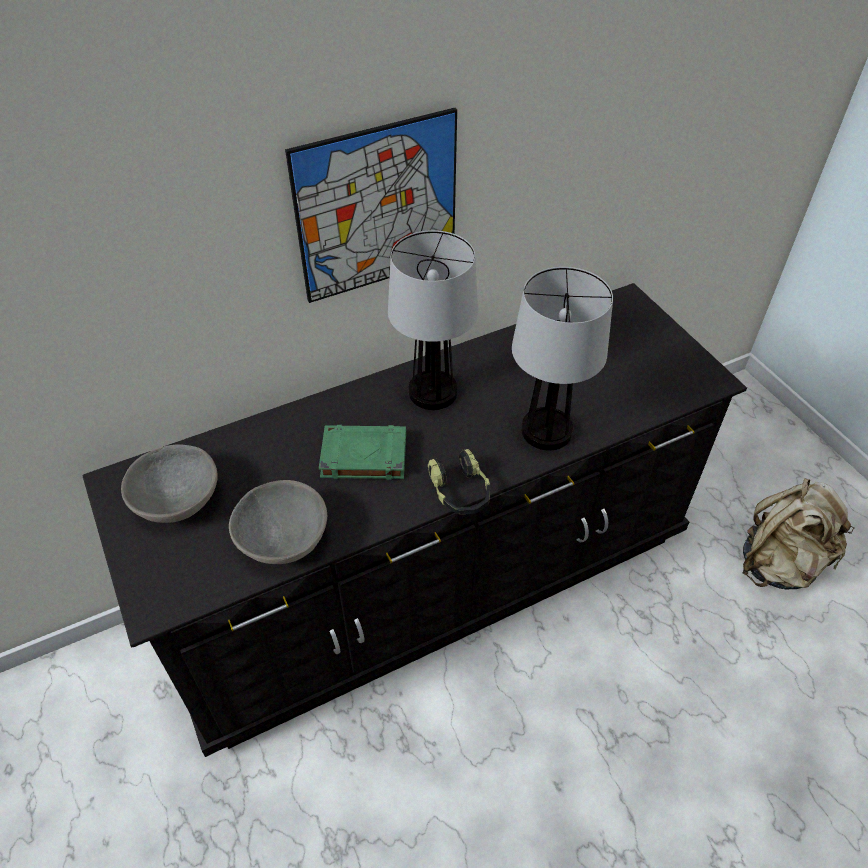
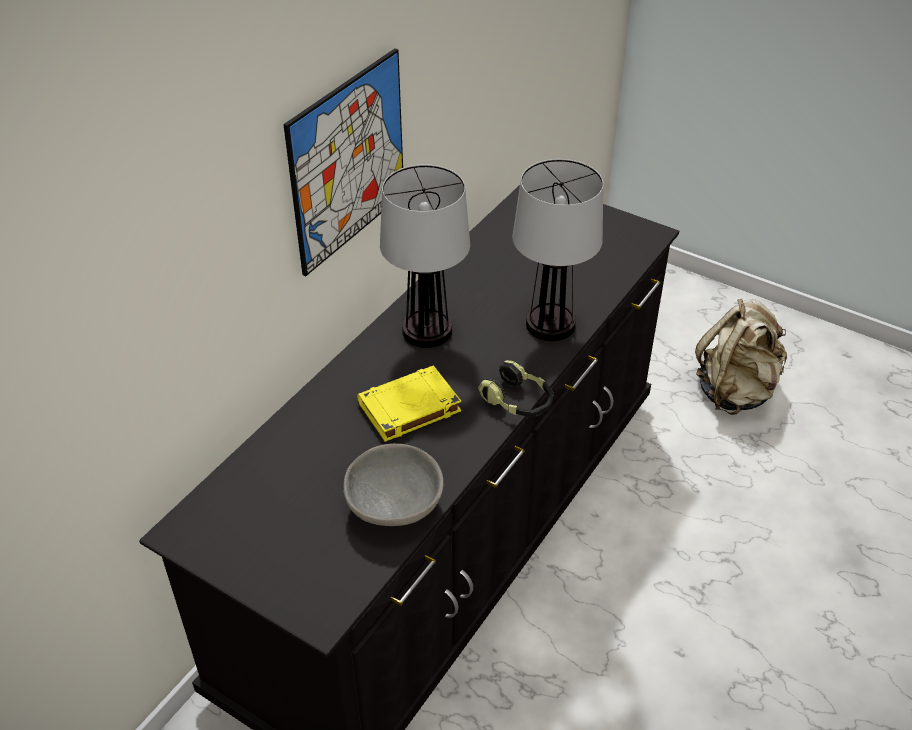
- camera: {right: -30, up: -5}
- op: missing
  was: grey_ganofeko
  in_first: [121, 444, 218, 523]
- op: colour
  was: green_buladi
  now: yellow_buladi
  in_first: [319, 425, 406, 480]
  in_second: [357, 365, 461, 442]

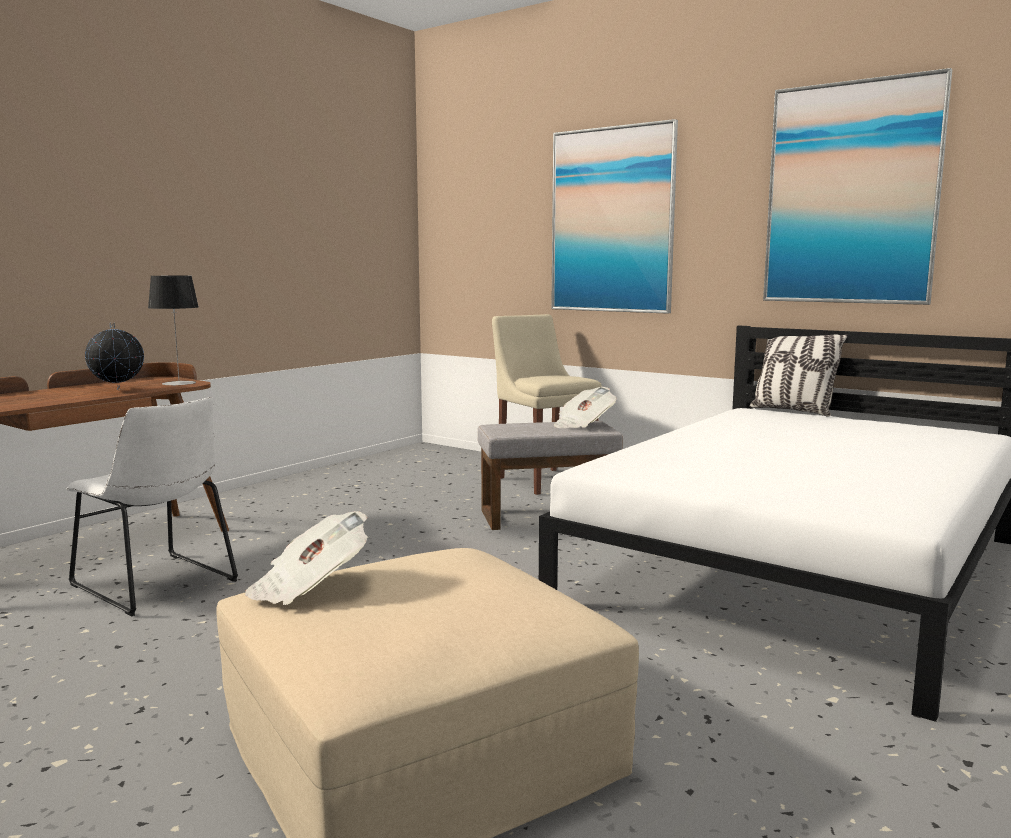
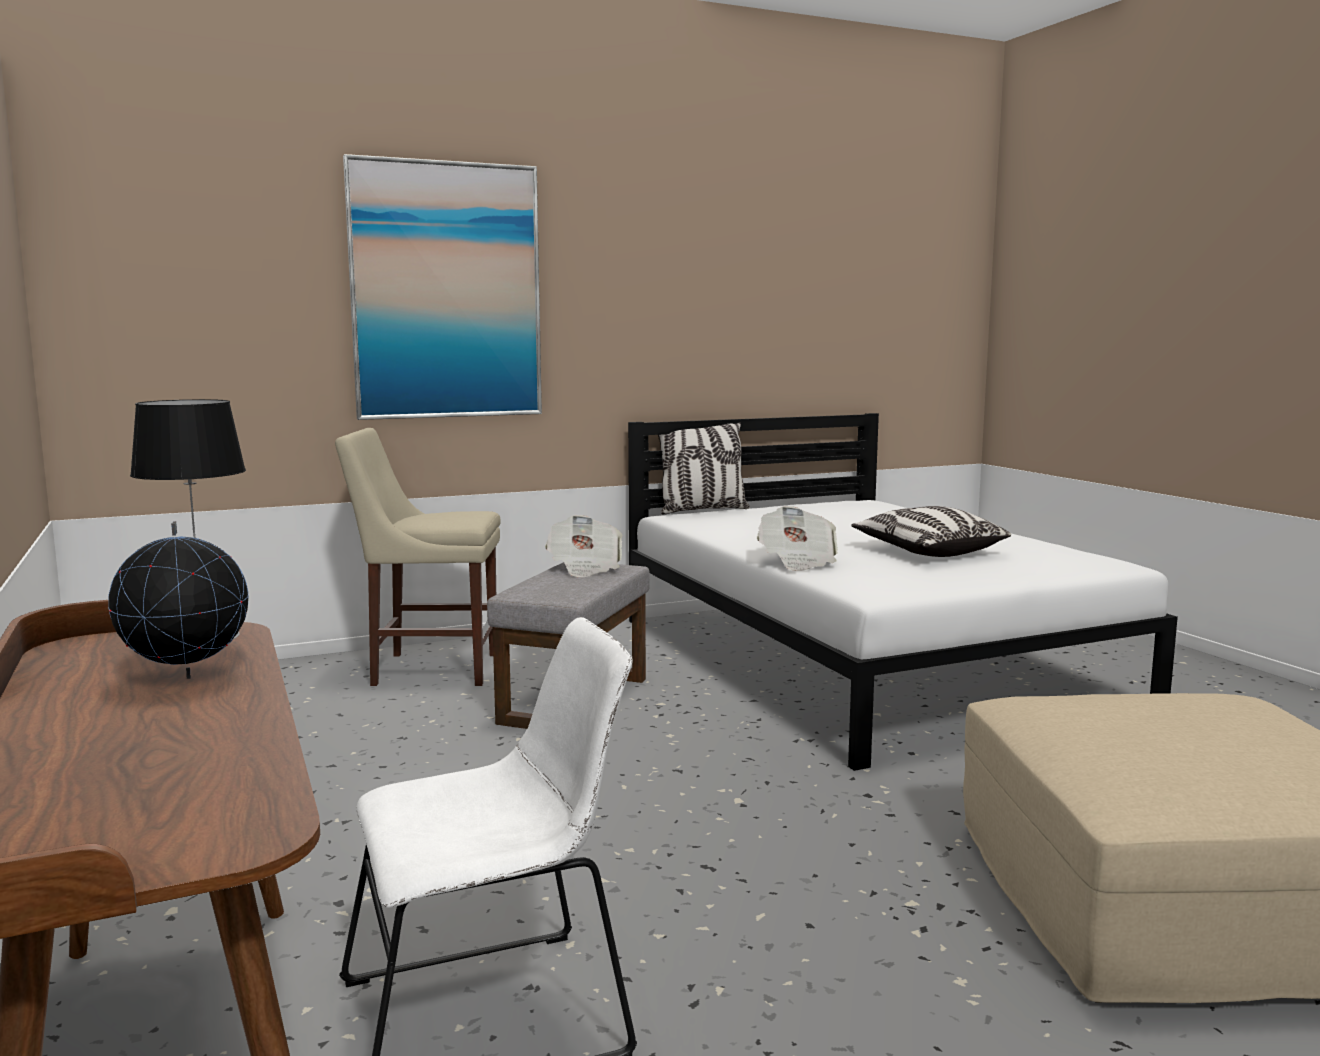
- camera: {right: -60, up: 0}
- op: relocated
  was: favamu
  in_first: [245, 511, 368, 605]
  in_second: [757, 506, 838, 571]
- op: missing
  was: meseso
  in_first: [763, 68, 952, 305]
- op: appeared
  now: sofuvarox
  in_second: [851, 506, 1011, 557]

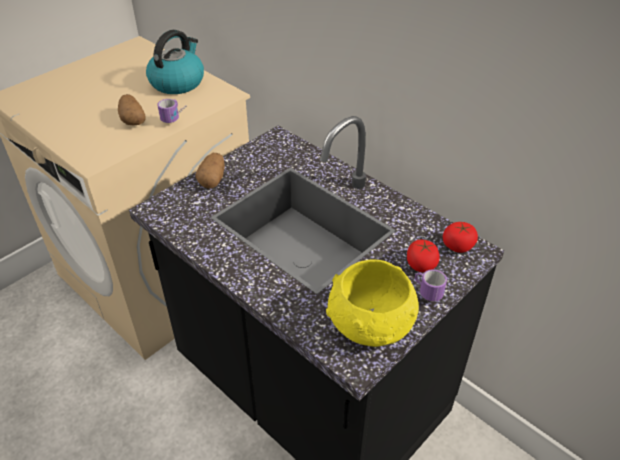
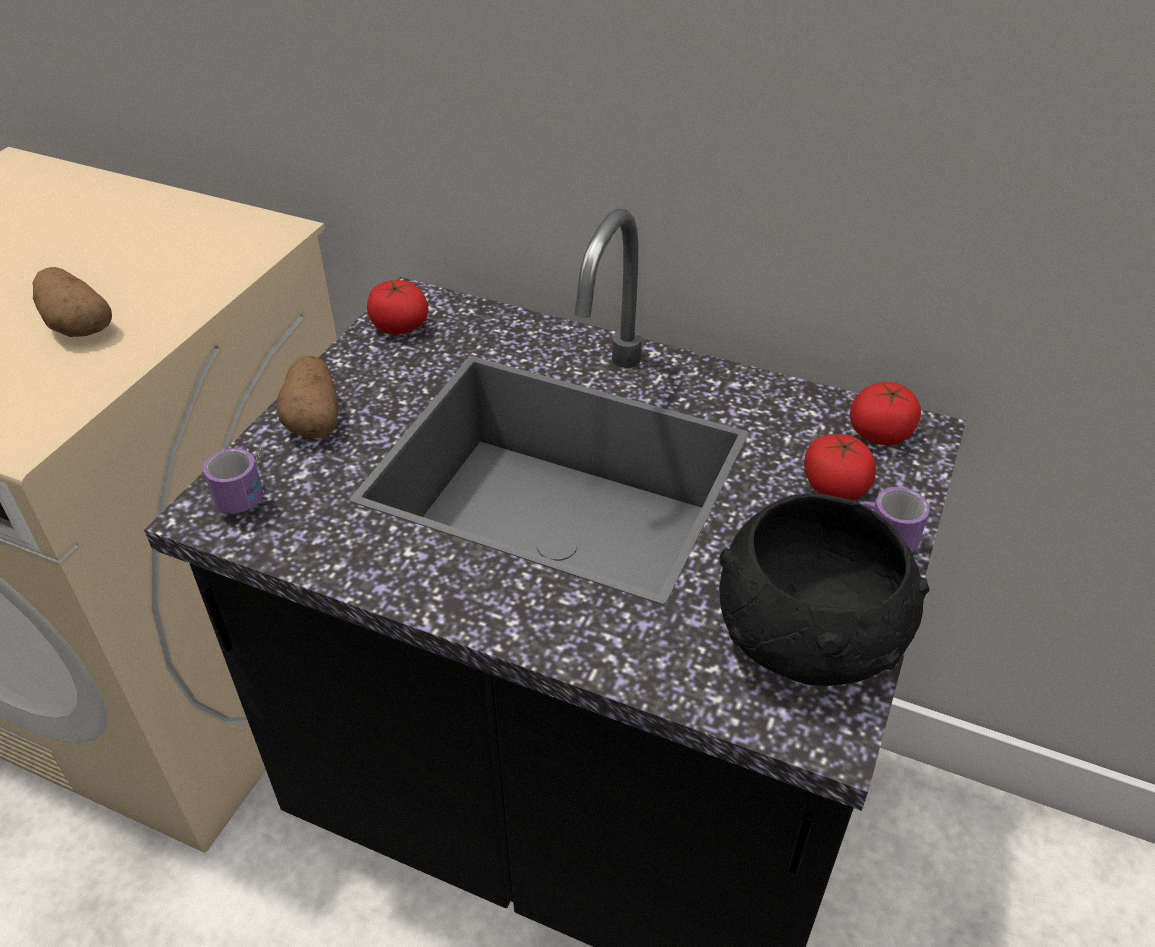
- camera: {right: -20, up: 0}
- op: missing
  was: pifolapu
  in_first: [146, 30, 204, 94]
- op: relocated
  was: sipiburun
  in_first: [157, 99, 187, 123]
  in_second: [203, 446, 263, 513]
- op: colour
  was: yellow_ganofeko
  now: black_ganofeko
  in_first: [326, 259, 419, 347]
  in_second: [719, 493, 929, 686]
- op: appeared
  now: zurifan
  in_second: [367, 280, 428, 334]

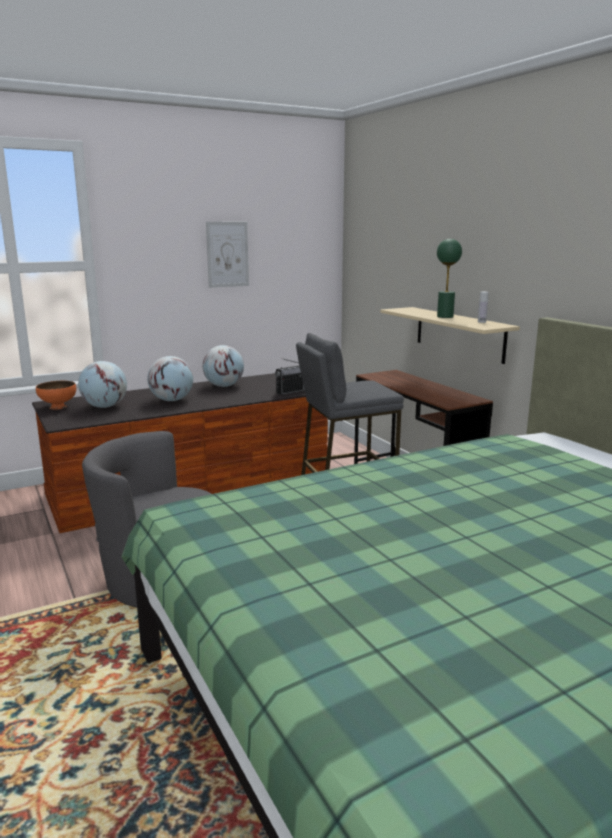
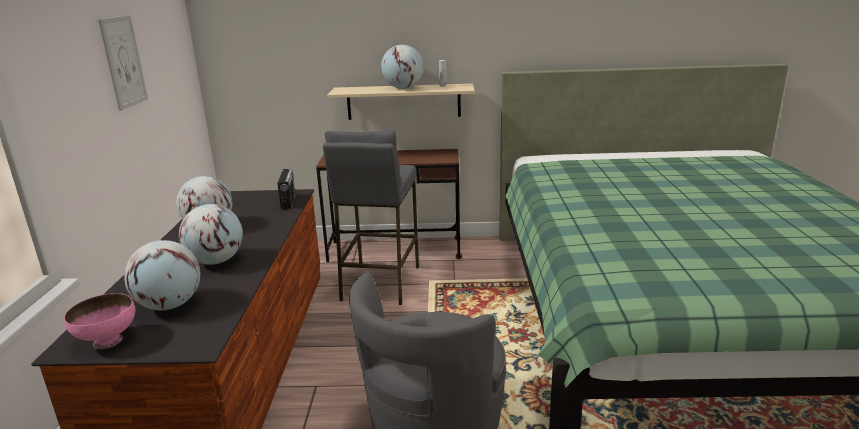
- camera: {right: -60, up: 5}
- op: colour
  was: orange_ganofeko
  now: pink_ganofeko
  in_first: [36, 381, 76, 410]
  in_second: [64, 293, 135, 349]
- op: exchanged
  was: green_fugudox
  now: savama
  in_first: [437, 239, 462, 318]
  in_second: [381, 45, 424, 89]

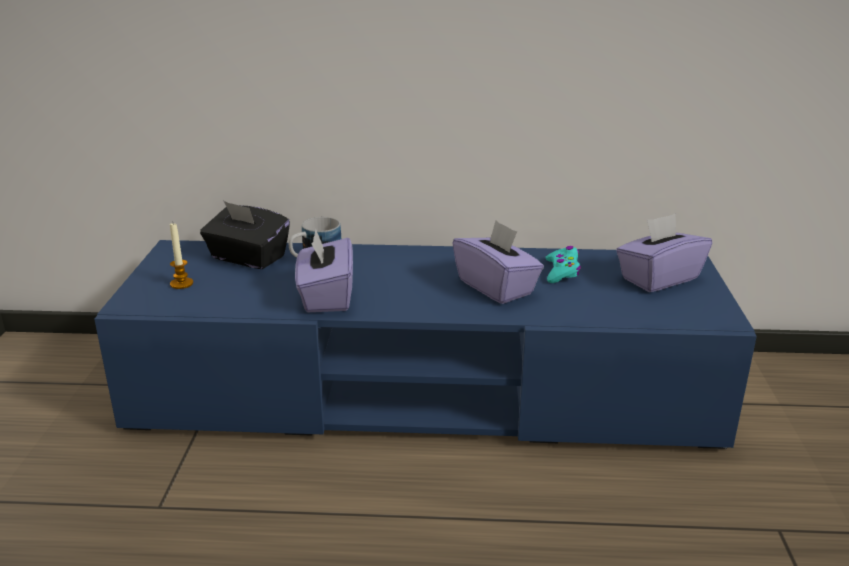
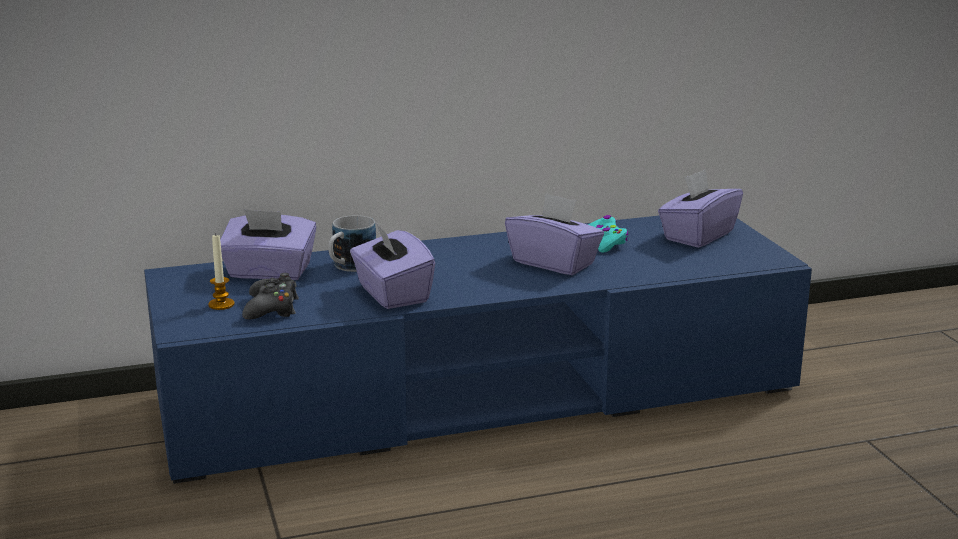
- camera: {right: -20, up: -5}
- op: colour
  was: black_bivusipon
  now: purple_bivusipon
  in_first: [200, 201, 290, 269]
  in_second: [220, 209, 317, 280]
- op: appeared
  now: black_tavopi
  in_second: [242, 273, 299, 319]

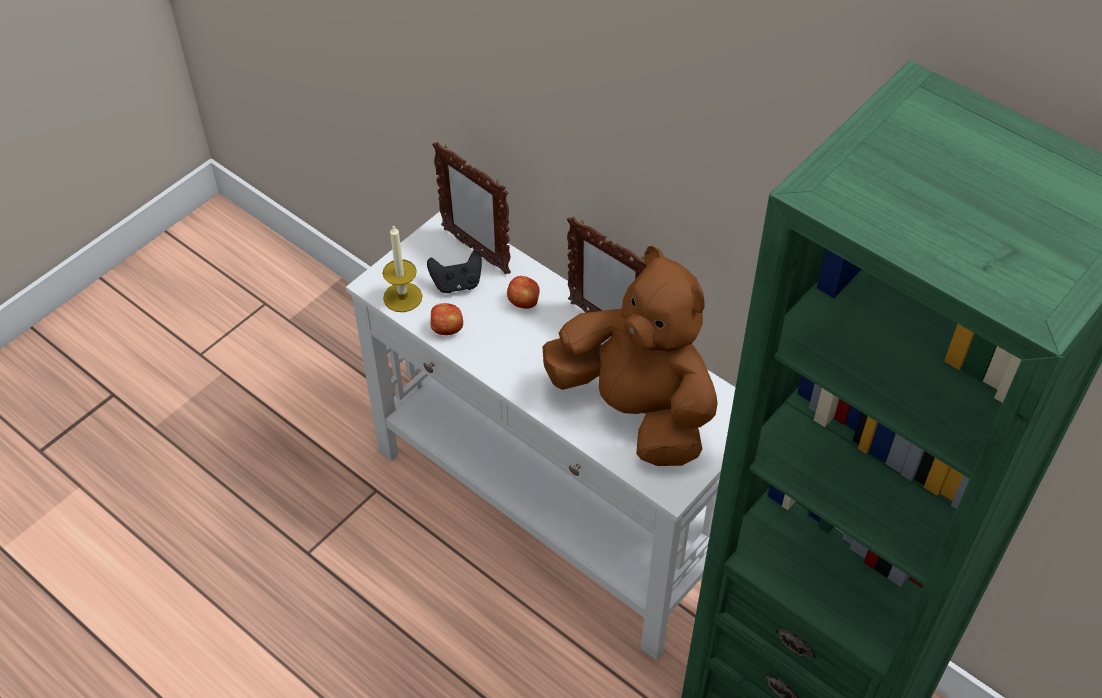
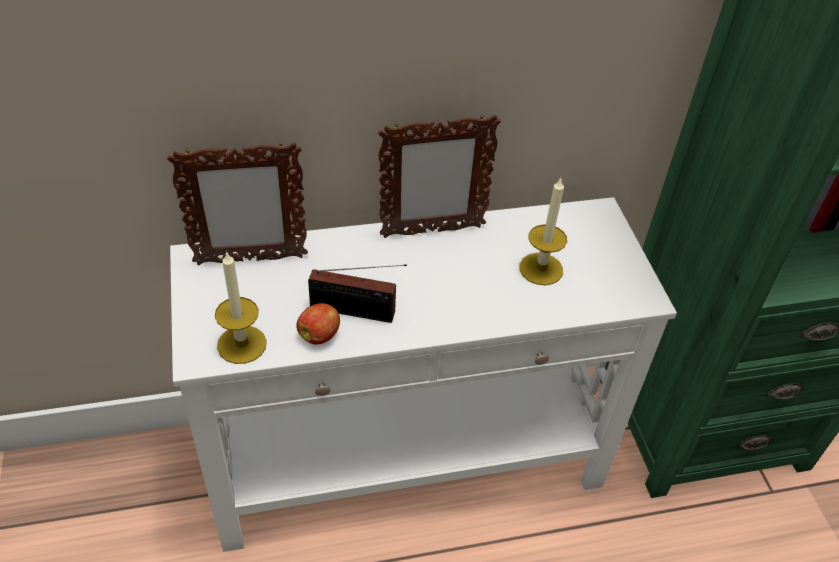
- camera: {right: -55, up: -5}
- op: missing
  was: black_tavopi
  in_first: [427, 250, 482, 293]
- op: missing
  was: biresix
  in_first: [507, 276, 540, 309]
- op: exchanged
  was: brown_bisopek
  now: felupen
  in_first: [543, 246, 718, 466]
  in_second: [519, 178, 567, 285]
- op: appeared
  now: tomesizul
  in_second: [308, 264, 407, 323]

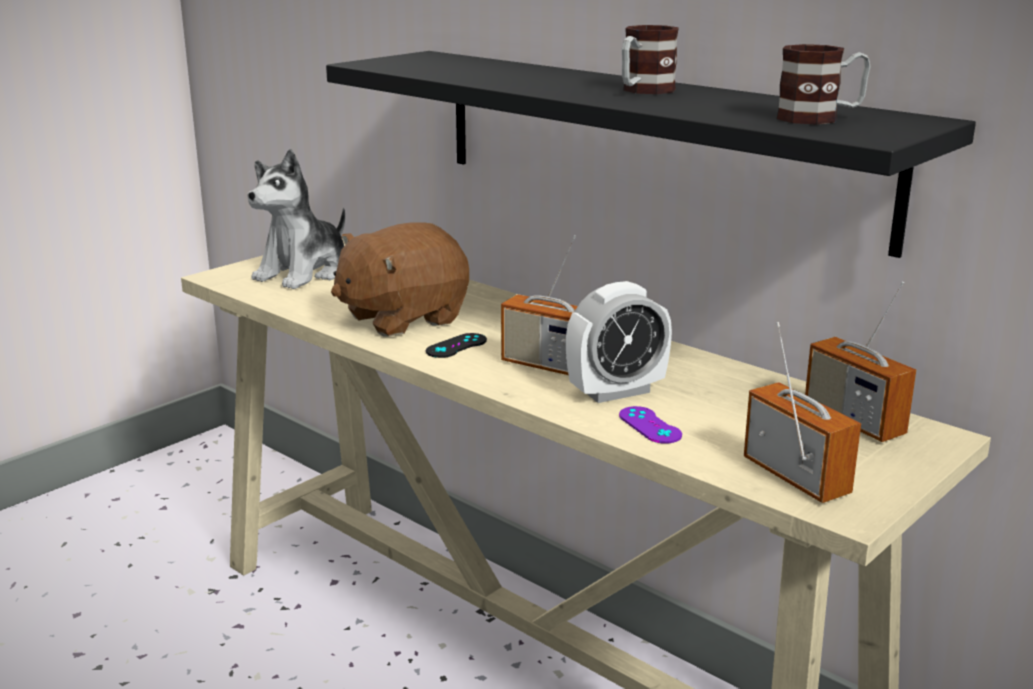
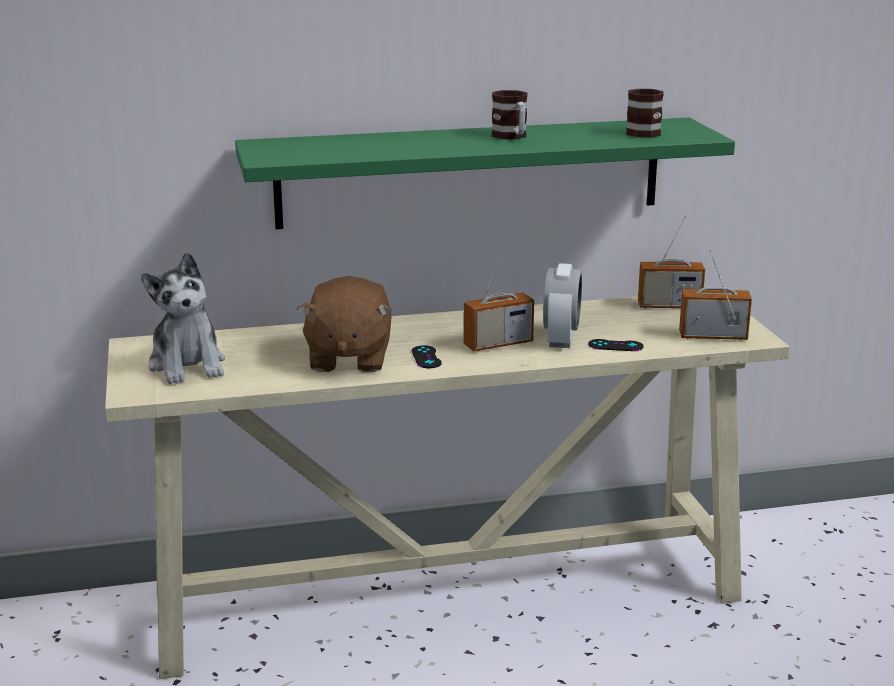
- camera: {right: -55, up: 0}
- op: colour
  was: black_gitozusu
  now: green_gitozusu
  in_first: [326, 51, 976, 258]
  in_second: [235, 118, 735, 229]
- op: colour
  was: purple_tavopi
  now: black_tavopi
  in_first: [619, 406, 682, 444]
  in_second: [588, 339, 643, 351]

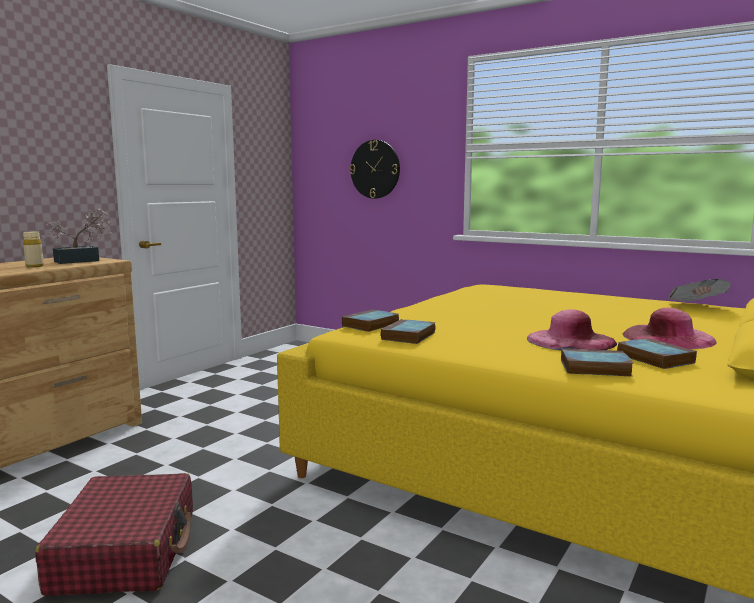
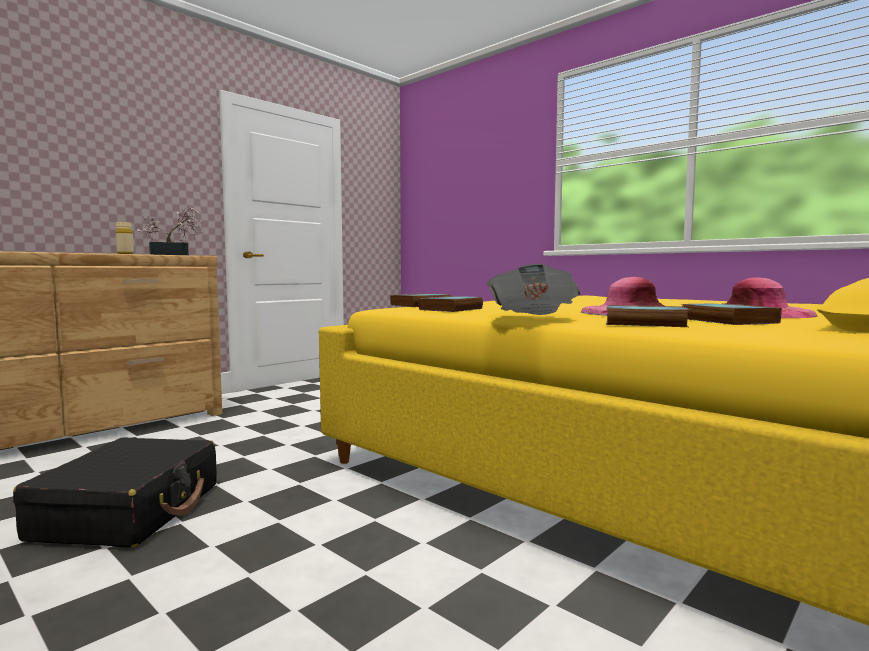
- camera: {right: 10, up: -5}
- op: colour
  was: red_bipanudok
  now: black_bipanudok
  in_first: [35, 473, 193, 596]
  in_second: [13, 437, 217, 548]
- op: missing
  was: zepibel
  in_first: [350, 140, 400, 199]
- op: relocated
  was: favamu
  in_first: [668, 279, 731, 301]
  in_second: [487, 264, 581, 315]

